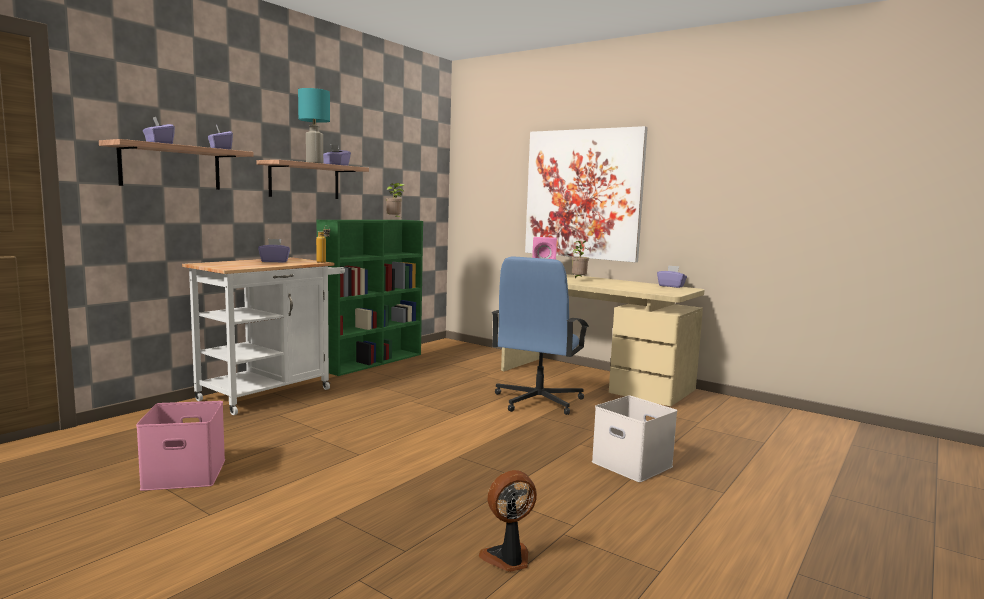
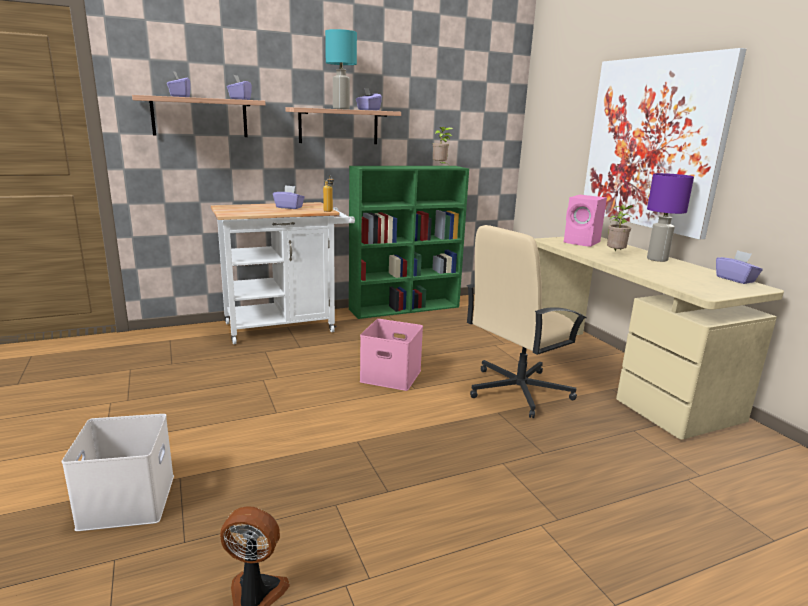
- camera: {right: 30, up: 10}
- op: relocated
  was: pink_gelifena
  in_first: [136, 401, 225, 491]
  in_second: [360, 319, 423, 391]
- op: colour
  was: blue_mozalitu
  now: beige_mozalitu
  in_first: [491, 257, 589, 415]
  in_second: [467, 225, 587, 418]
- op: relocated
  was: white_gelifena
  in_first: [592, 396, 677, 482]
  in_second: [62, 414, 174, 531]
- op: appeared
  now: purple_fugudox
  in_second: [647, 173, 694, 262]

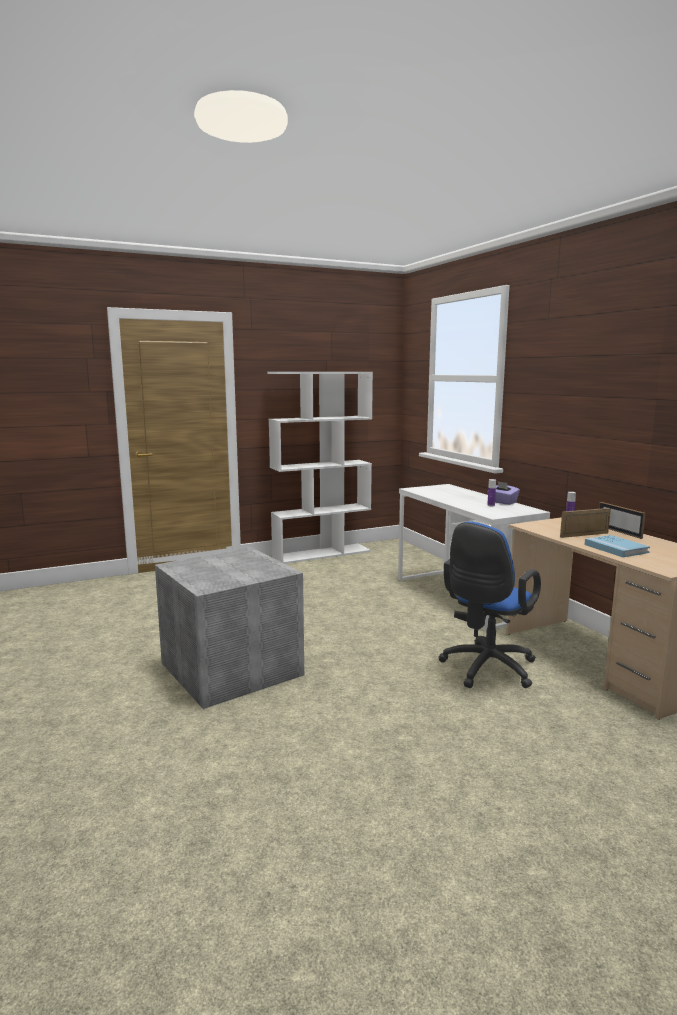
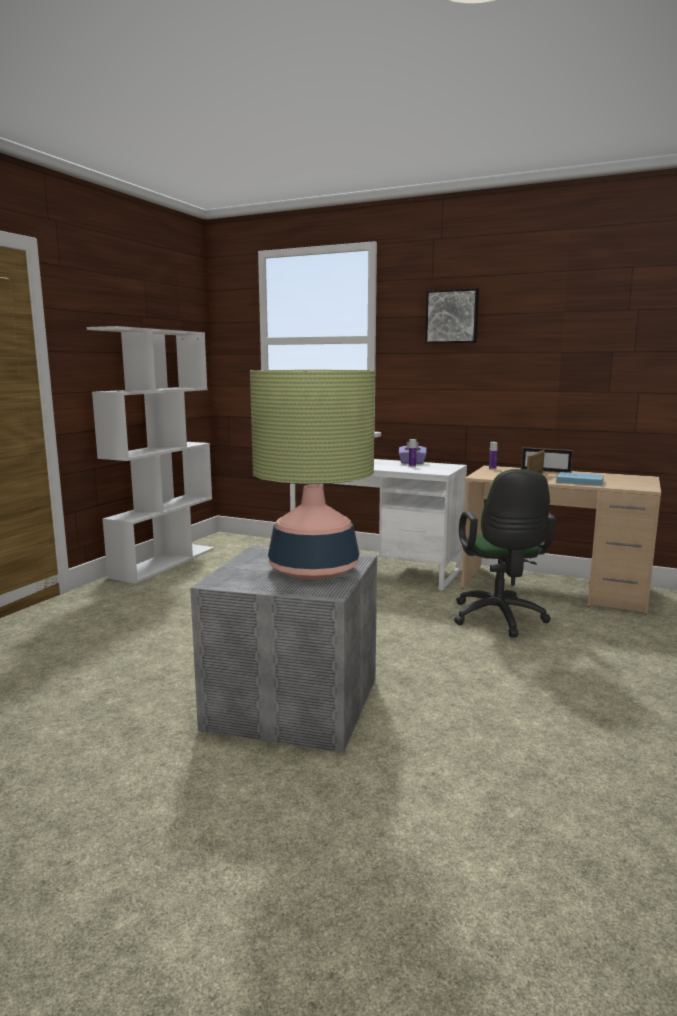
- camera: {right: -40, up: 0}
- op: colour
  was: blue_mozalitu
  now: green_mozalitu
  in_first: [438, 521, 541, 688]
  in_second: [454, 469, 556, 637]
- op: appeared
  now: fugudox
  in_second: [250, 370, 375, 579]
- op: appeared
  now: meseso
  in_second: [425, 288, 479, 344]

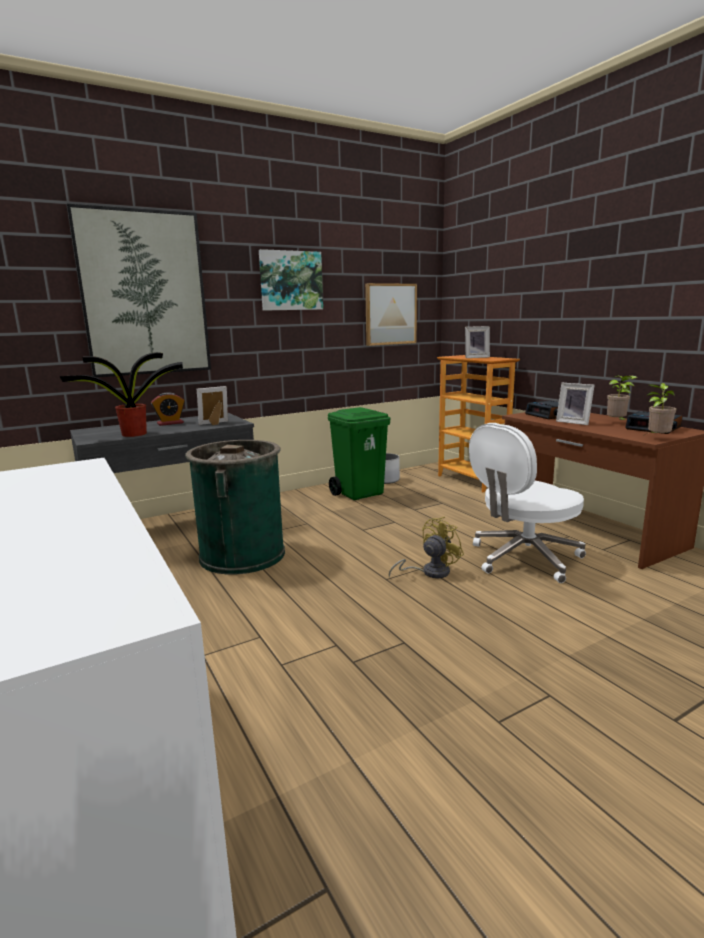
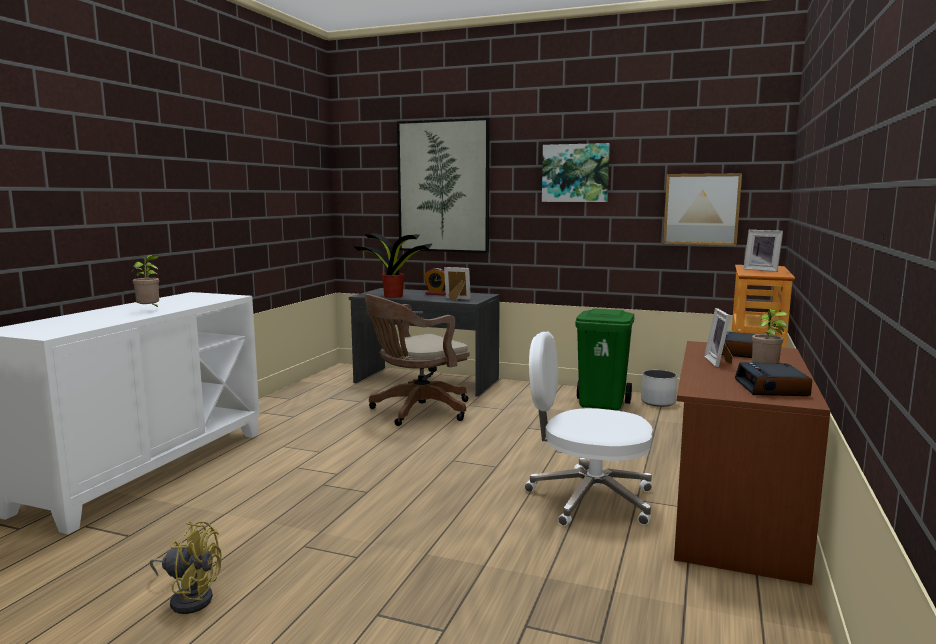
- camera: {right: 50, up: -5}
- op: exchanged
  was: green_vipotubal
  now: brown_mozalitu
  in_first: [185, 440, 285, 575]
  in_second: [364, 294, 469, 426]
- op: relocated
  was: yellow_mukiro
  in_first: [389, 517, 464, 579]
  in_second: [150, 521, 222, 614]
- op: relocated
  was: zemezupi
  in_first: [645, 383, 676, 435]
  in_second: [132, 255, 159, 308]

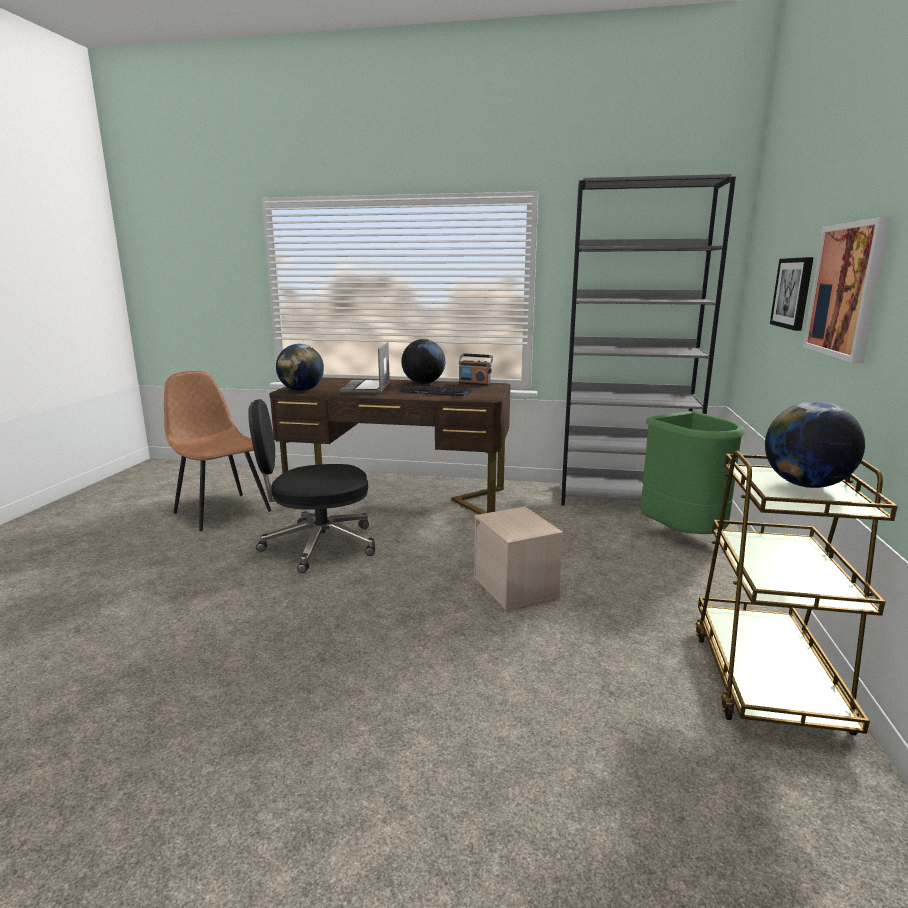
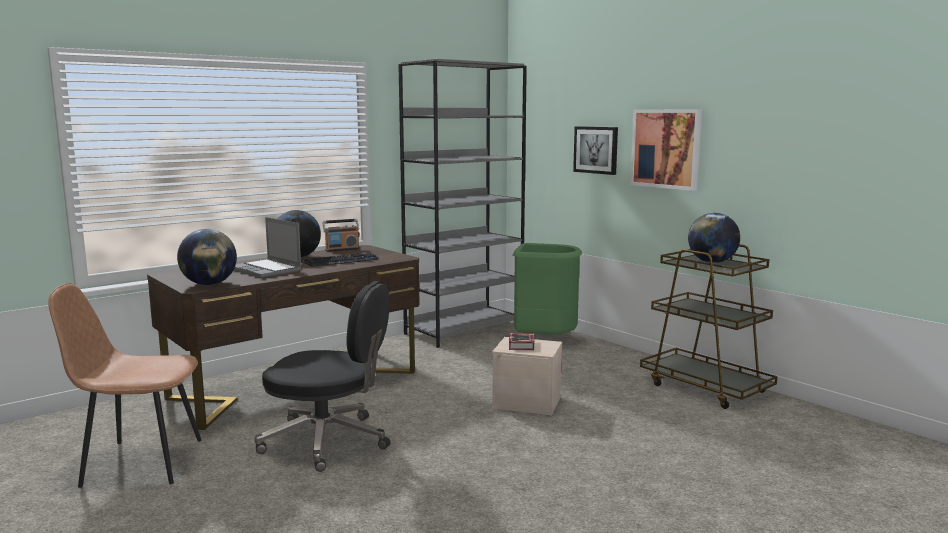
- camera: {right: -50, up: -5}
- op: spun
  was: black_mozalitu
  in_first: [248, 399, 375, 573]
  in_second: [255, 281, 391, 472]
  clockwise: -105
- op: appeared
  now: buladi
  in_second: [509, 333, 535, 350]

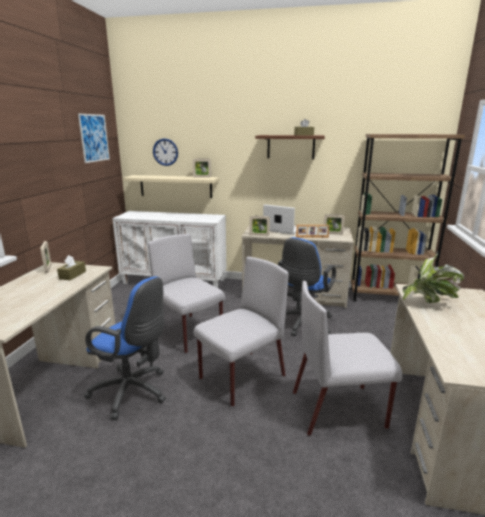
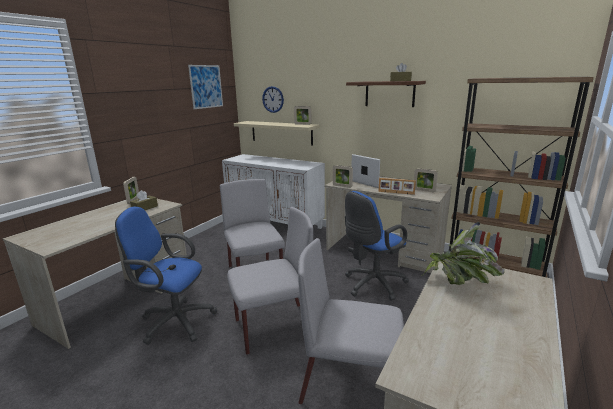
- camera: {right: 20, up: 0}
- op: spun
  was: blue_mozalitu
  in_first: [84, 277, 166, 420]
  in_second: [115, 207, 217, 345]
  clockwise: 150

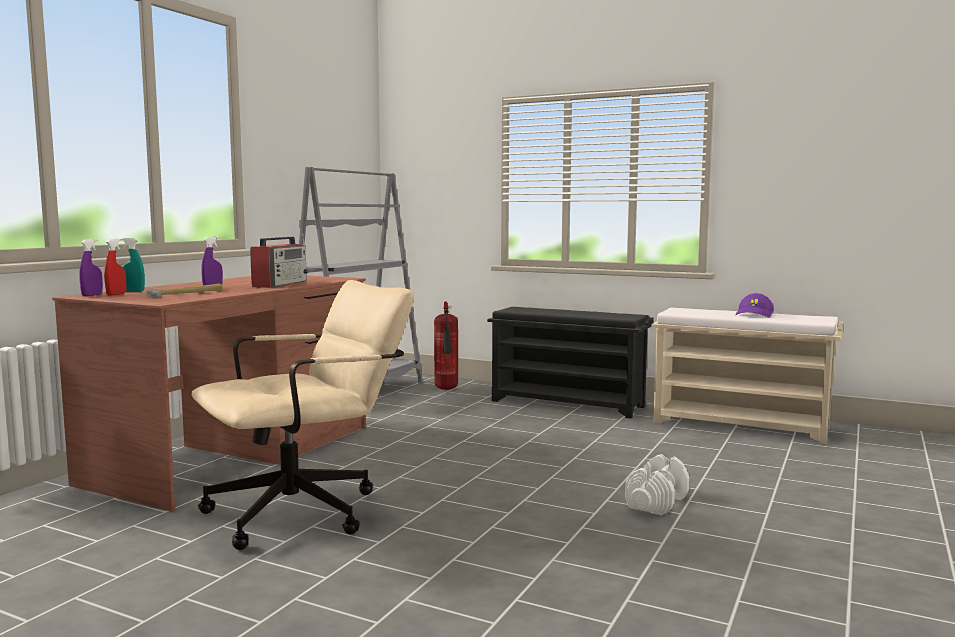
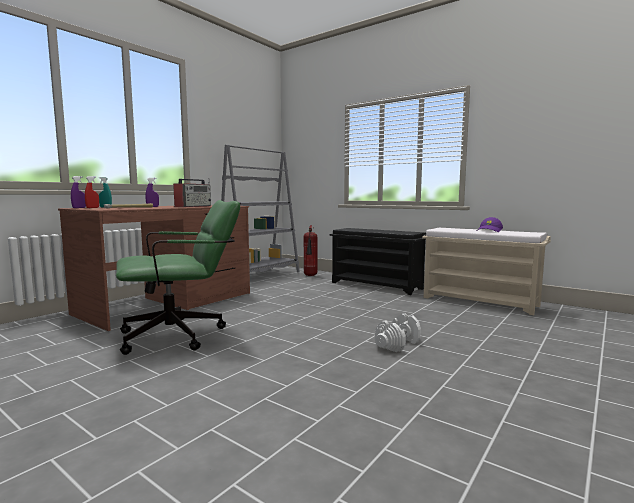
- camera: {right: 10, up: 0}
- op: colour
  was: beige_mozalitu
  now: green_mozalitu
  in_first: [192, 280, 414, 550]
  in_second: [116, 200, 240, 355]

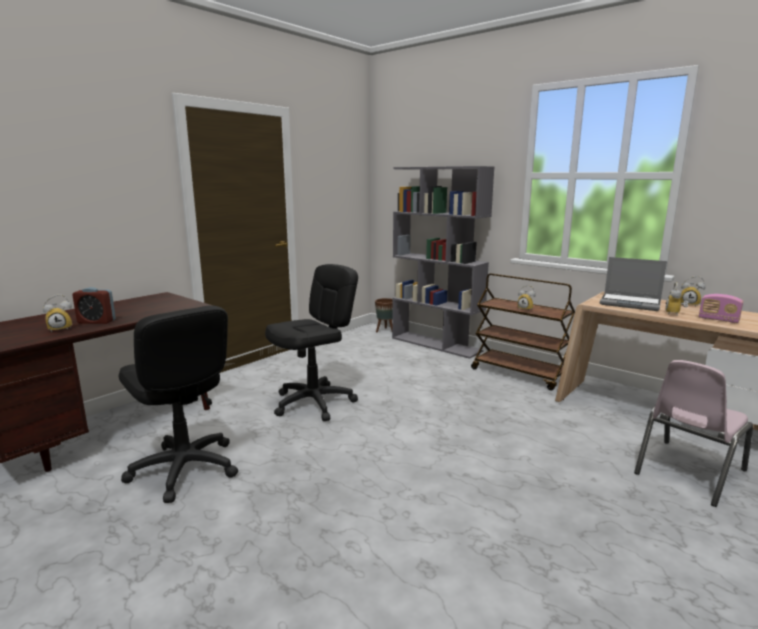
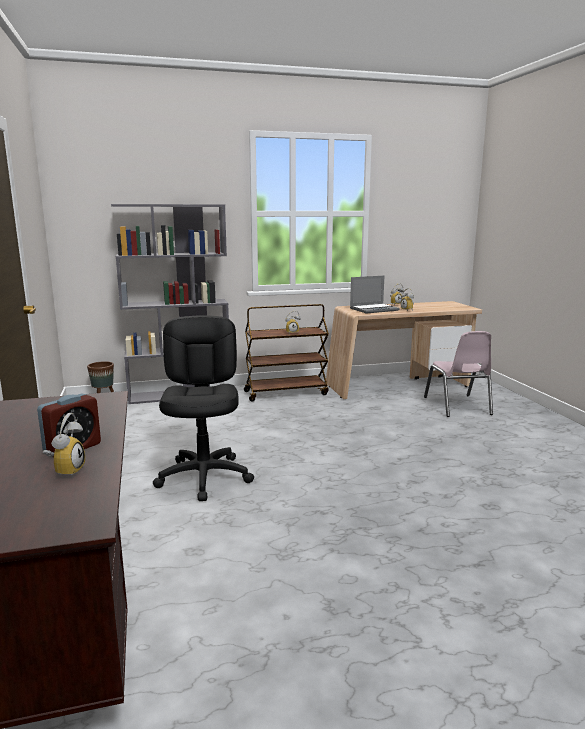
- camera: {right: -55, up: 0}
- op: missing
  was: black_mozalitu
  in_first: [119, 305, 238, 503]
- op: missing
  was: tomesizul
  in_first: [699, 294, 743, 323]

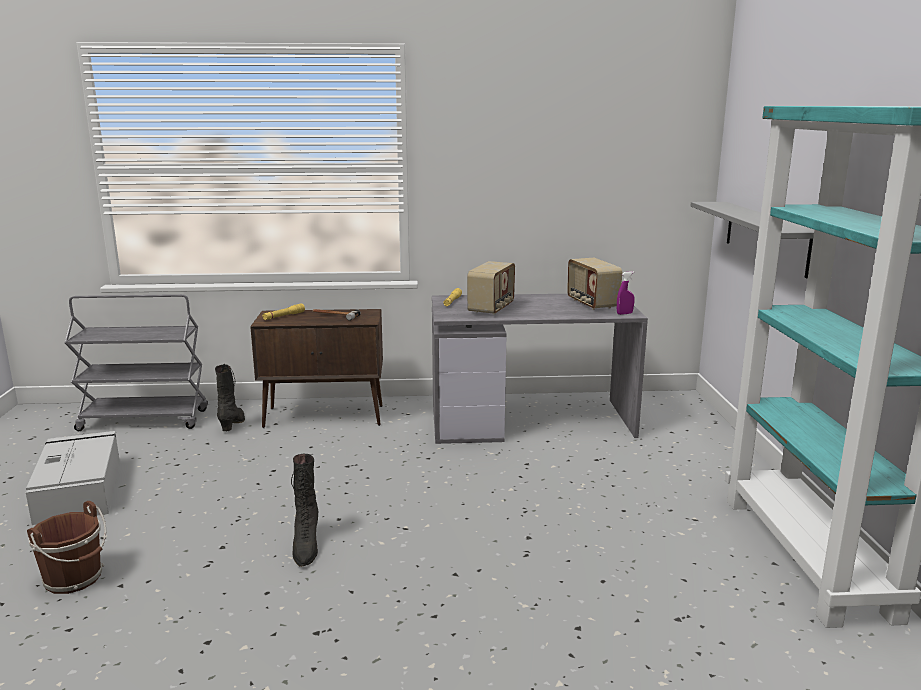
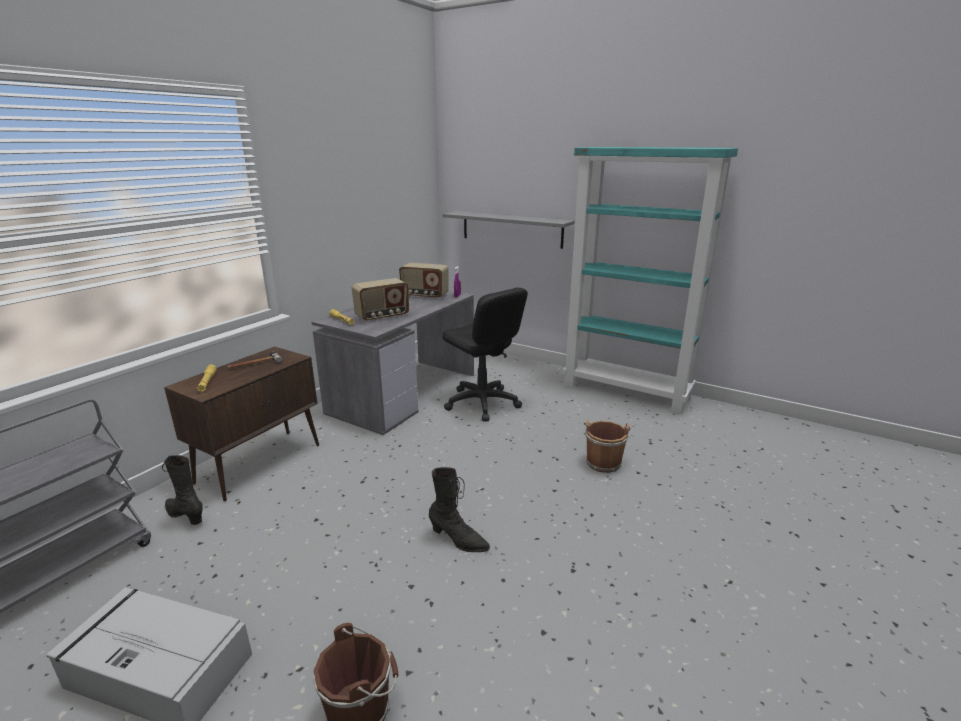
- camera: {right: -55, up: 5}
- op: spun
  was: tomesizul
  in_first: [467, 261, 515, 315]
  in_second: [352, 278, 409, 322]
  clockwise: 90
- op: appeared
  now: black_mozalitu
  in_second: [442, 287, 528, 422]
- op: appeared
  now: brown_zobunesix
  in_second: [584, 420, 630, 473]

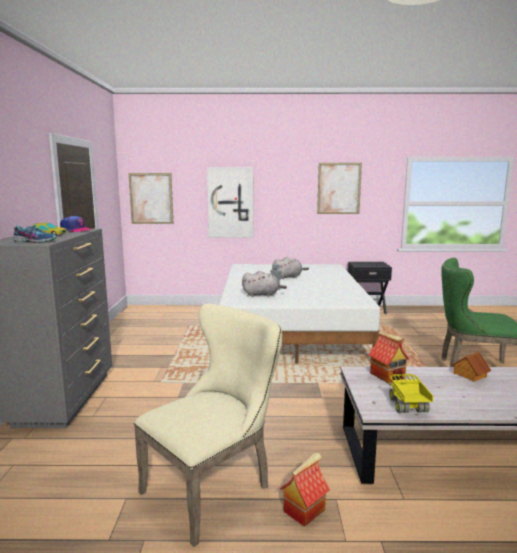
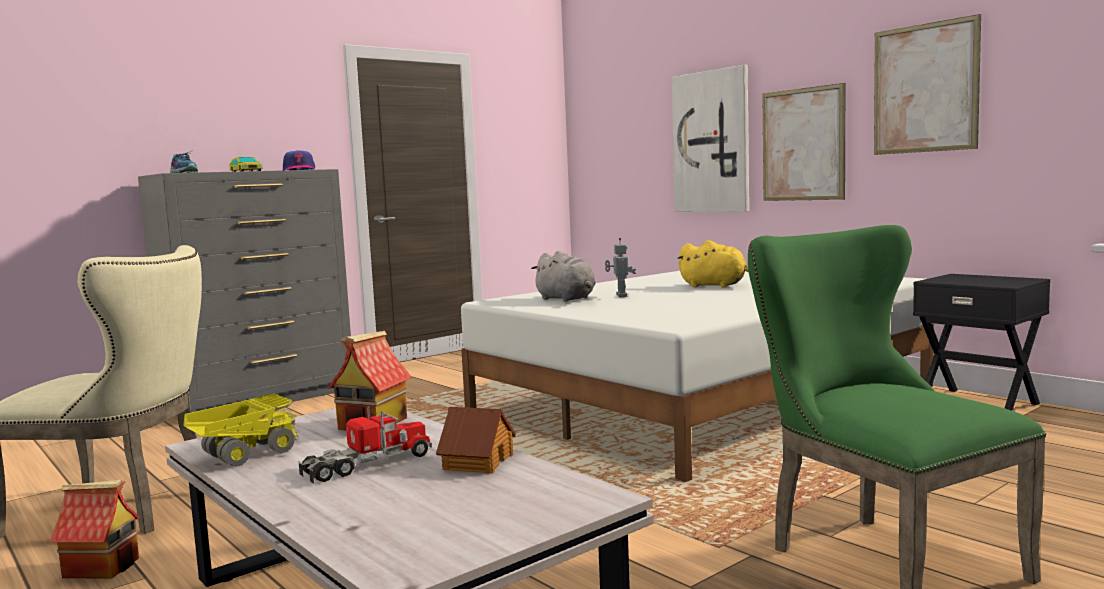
- camera: {right: 50, up: -5}
- op: relocated
  was: meseso
  in_first: [129, 173, 173, 224]
  in_second: [762, 83, 845, 201]
- op: colour
  was: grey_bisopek
  now: yellow_bisopek
  in_first: [272, 257, 309, 279]
  in_second: [677, 240, 749, 287]
- op: appeared
  now: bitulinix
  in_second: [298, 406, 432, 484]

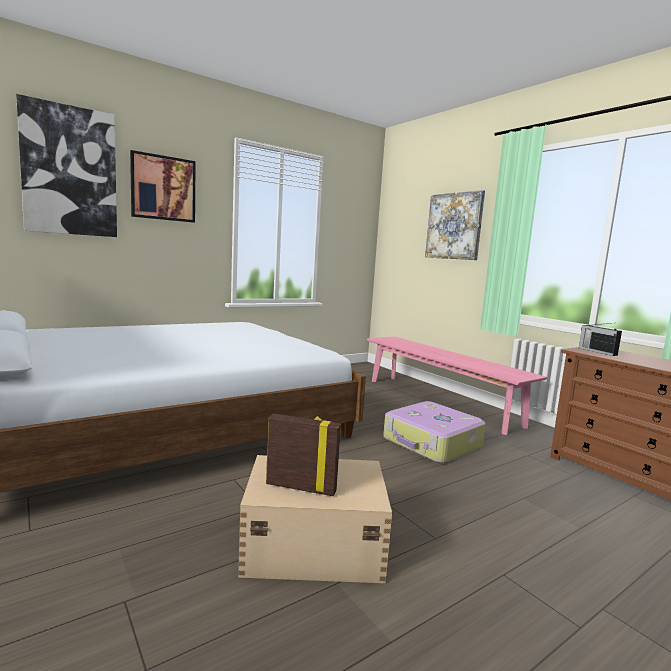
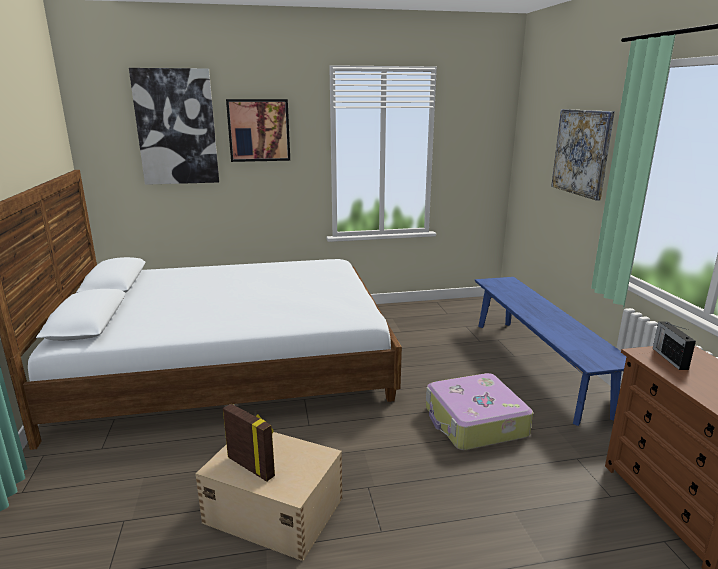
- camera: {right: 25, up: 10}
- op: colour
  was: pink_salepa
  now: blue_salepa
  in_first: [367, 337, 548, 435]
  in_second: [475, 277, 626, 426]

